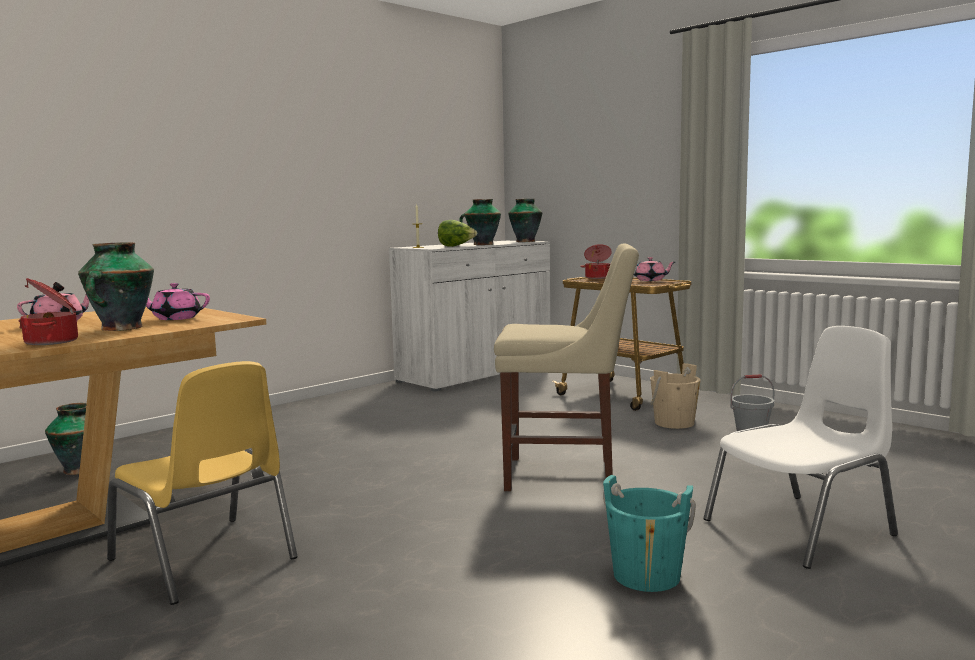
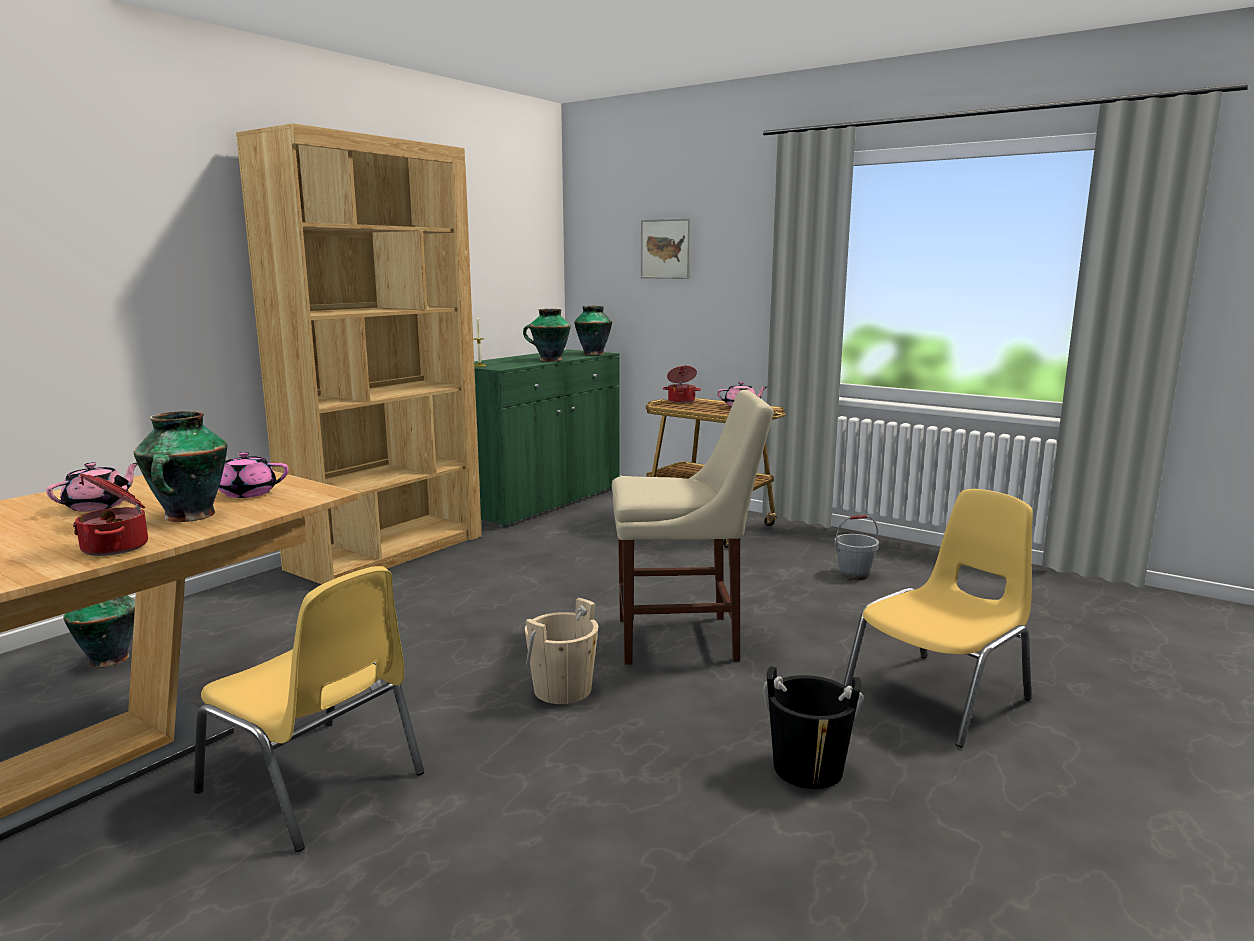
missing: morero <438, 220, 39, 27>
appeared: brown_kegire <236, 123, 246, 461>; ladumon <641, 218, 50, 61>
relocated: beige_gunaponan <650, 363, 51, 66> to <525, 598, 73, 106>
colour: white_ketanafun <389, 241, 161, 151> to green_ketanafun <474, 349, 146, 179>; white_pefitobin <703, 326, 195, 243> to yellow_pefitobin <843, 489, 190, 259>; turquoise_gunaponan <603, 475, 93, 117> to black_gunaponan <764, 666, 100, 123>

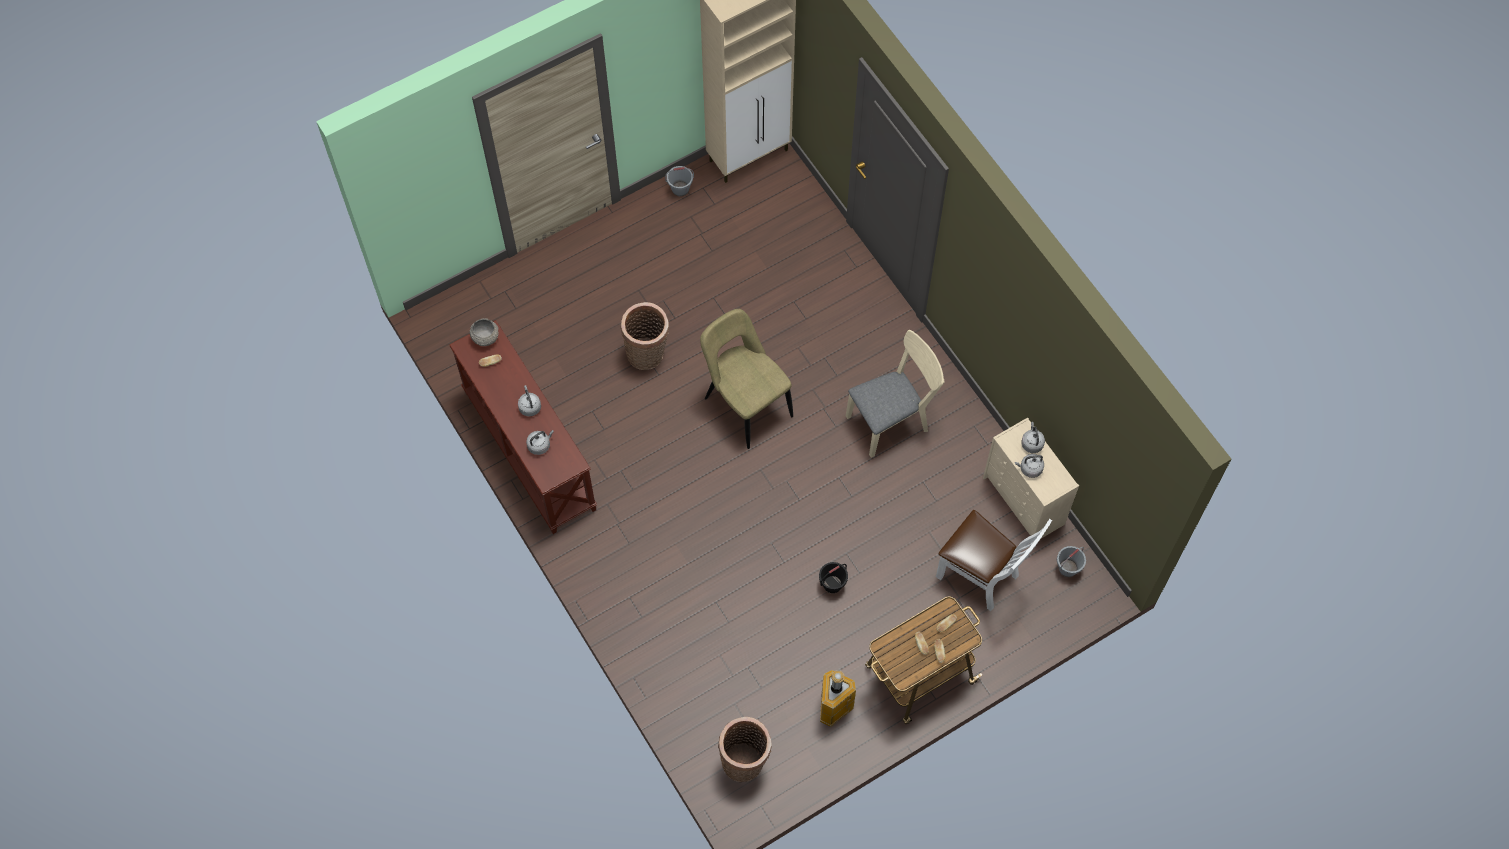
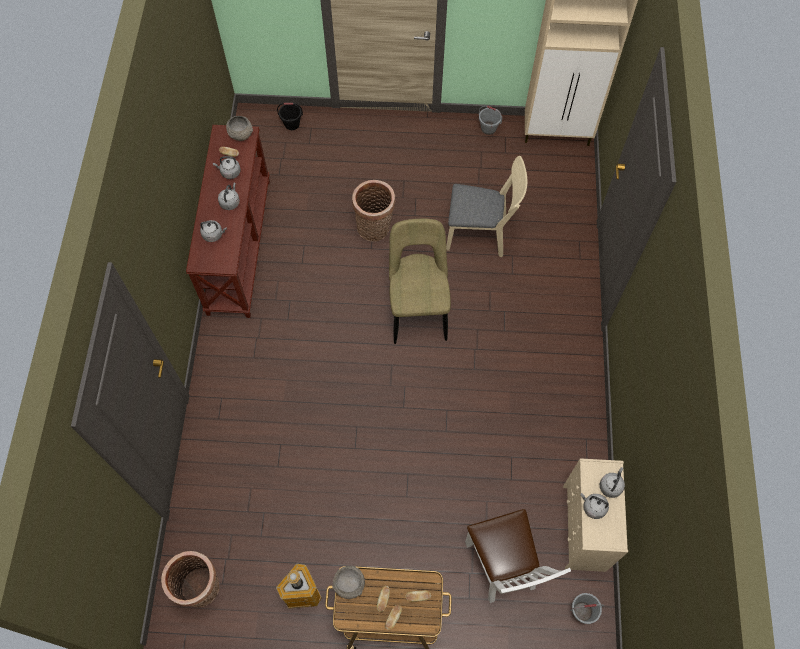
appeared: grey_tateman <213, 156, 28, 23>; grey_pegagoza <332, 566, 33, 33>
relocated: beige_pefitobin <846, 330, 99, 128> to <446, 156, 81, 101>; black_gunaponan <819, 562, 29, 31> to <277, 103, 26, 27>

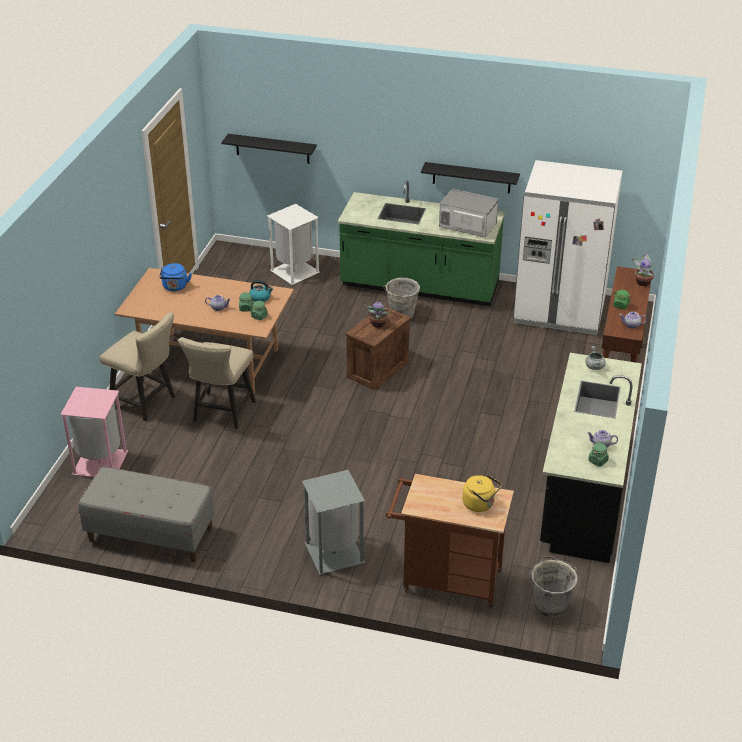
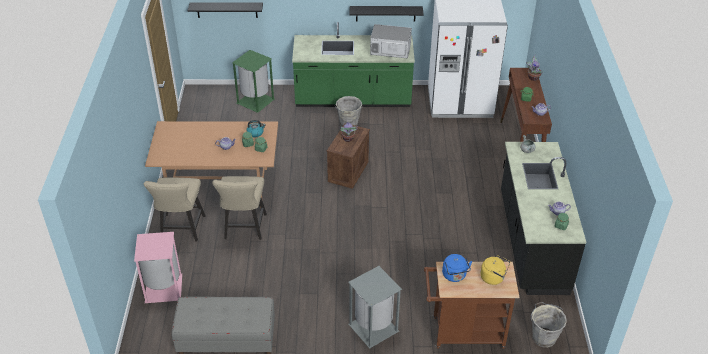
relocated: blue_tateman <159, 263, 33, 28> to <442, 254, 30, 28>
colour: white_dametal <267, 204, 53, 81> to green_dametal <232, 50, 43, 63>
spun: beige_pefitobin <100, 312, 75, 109> = <144, 178, 62, 64> 75 degrees clockwise

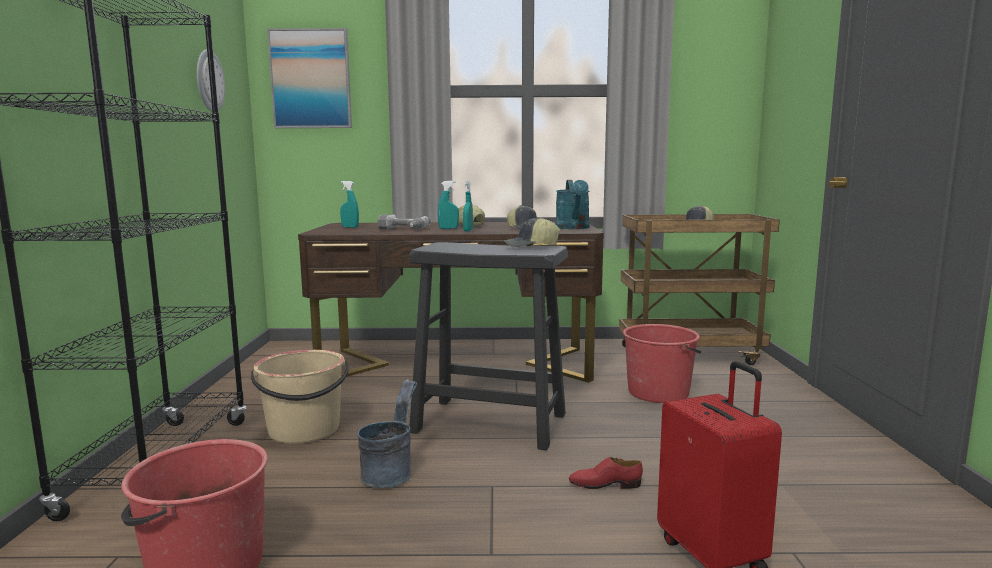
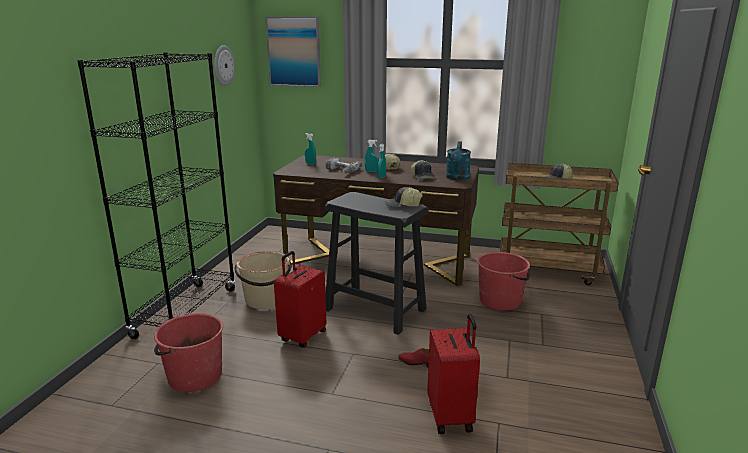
exchanged: grey_gunaponan <358, 379, 59, 109> to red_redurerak <274, 251, 52, 97>

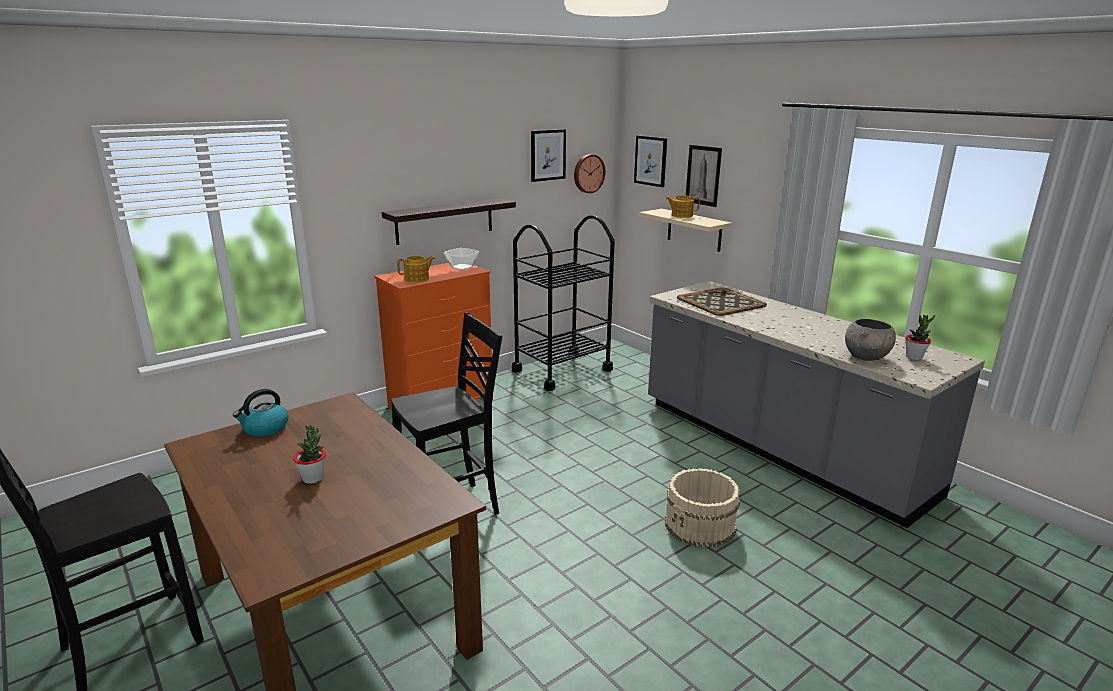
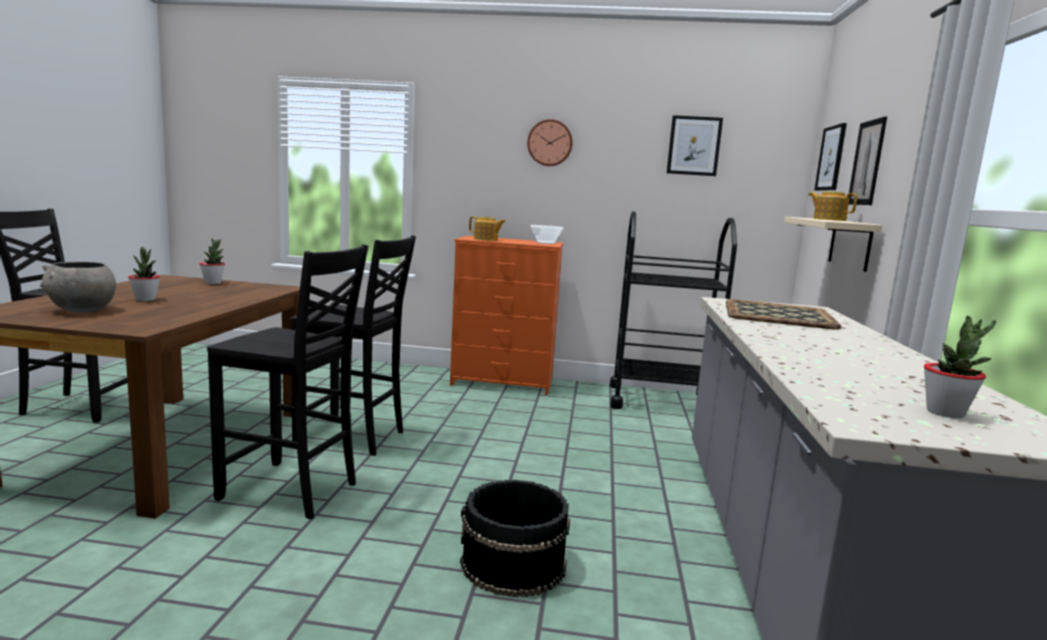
missing: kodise <382, 198, 134, 47>
appeared: black_pefitobin <207, 244, 161, 276>
relocated: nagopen <574, 154, 32, 39> to <527, 119, 46, 47>; grey_pegagoza <845, 319, 51, 42> to <40, 262, 76, 51>
exchanged: tateman <233, 389, 55, 48> to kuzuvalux <199, 238, 26, 46>
colour: beige_gunaponan <665, 468, 75, 79> to black_gunaponan <460, 480, 110, 118>

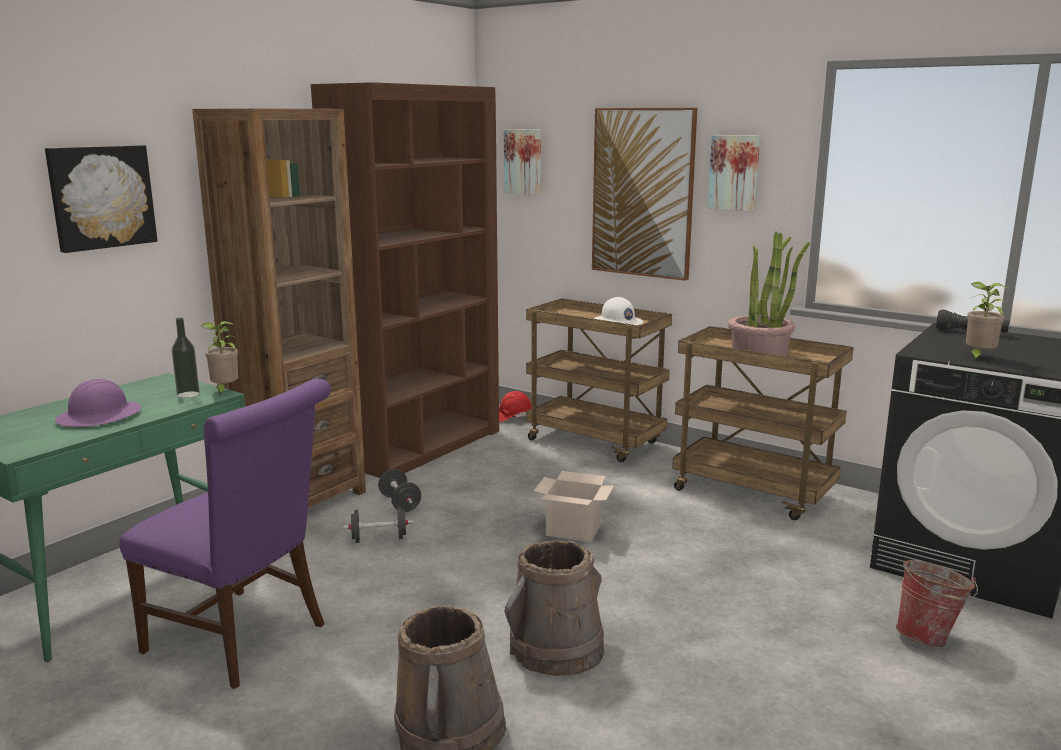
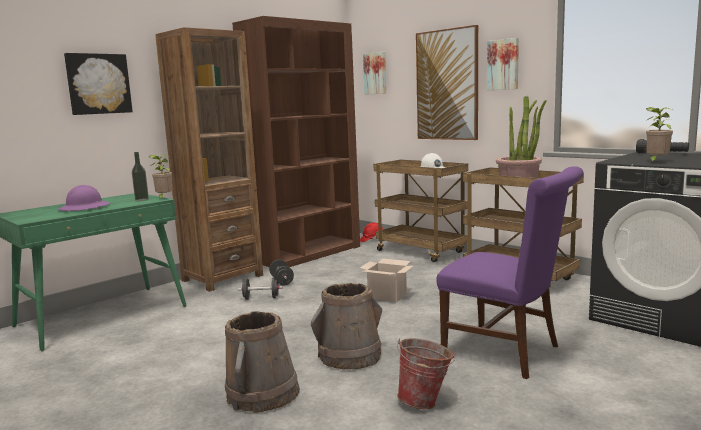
relocated: purple_pefitobin <119, 379, 212, 310> to <436, 166, 147, 213>; gunaponan <896, 560, 82, 87> to <397, 338, 59, 71>

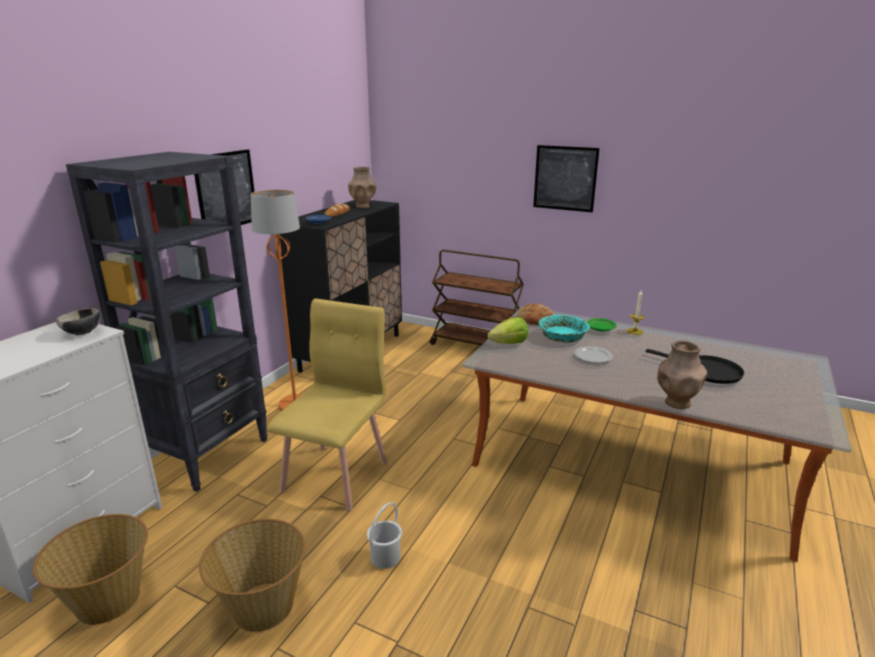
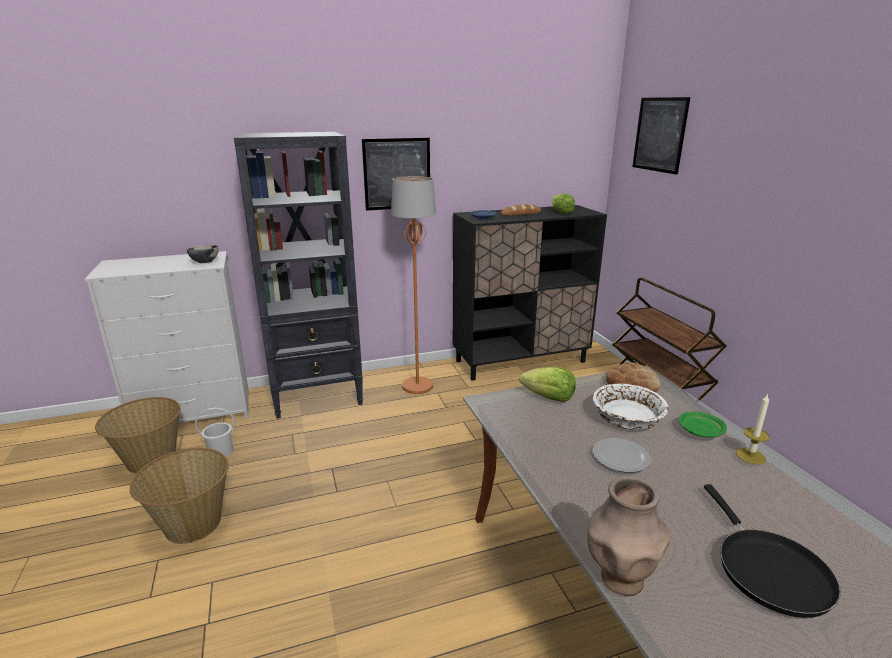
missing: yellow_pefitobin <267, 299, 120, 212>
relocated: ladumon <533, 145, 67, 68> to <632, 97, 58, 78>; white_gunaponan <367, 502, 35, 67> to <195, 408, 40, 49>
exchanged: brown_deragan <348, 167, 28, 42> to morero <551, 193, 24, 21>
colour: turquoise_pegagoza <539, 315, 51, 28> to white_pegagoza <593, 384, 76, 46>

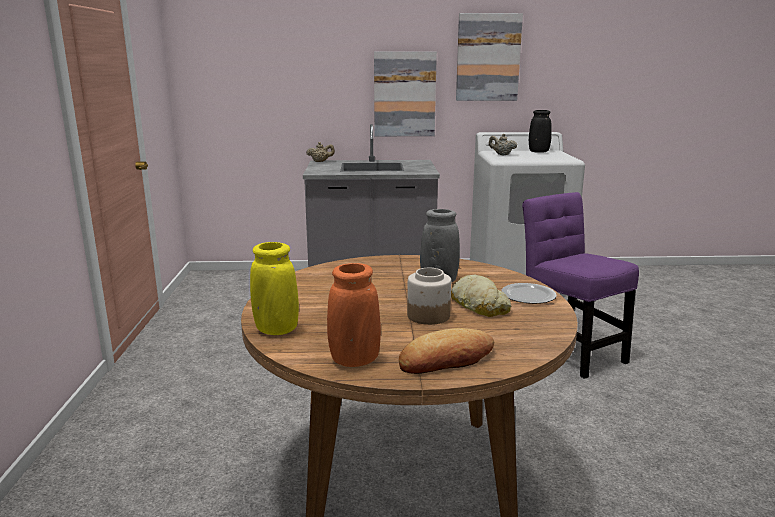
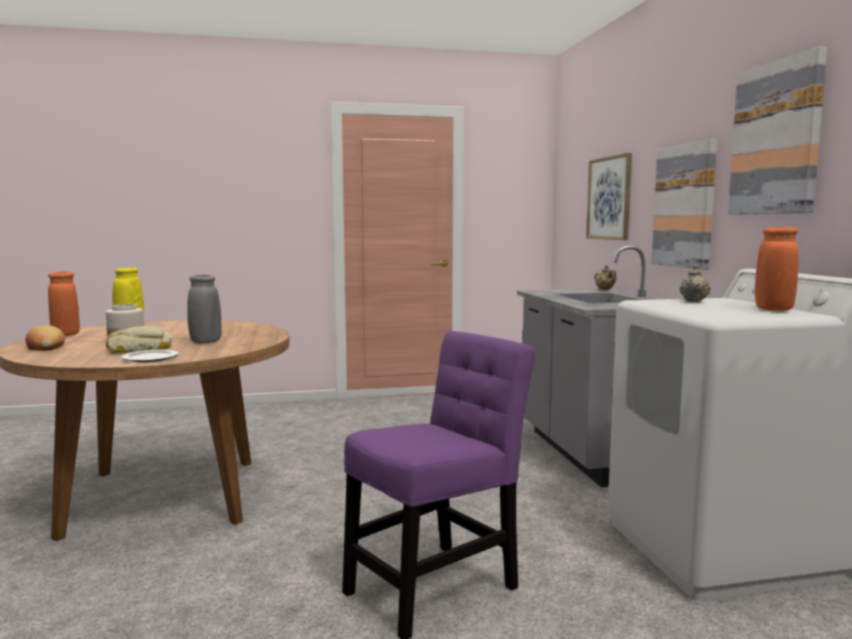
appeared: ladumon <586, 153, 46, 87>
colour: black_deragan <529, 110, 23, 43> to orange_deragan <755, 227, 43, 84>

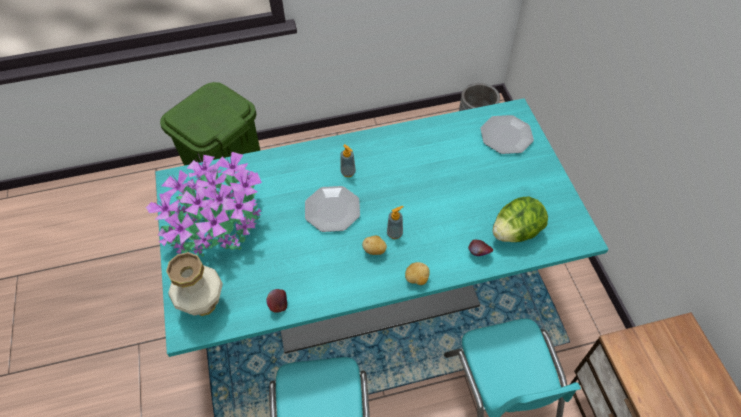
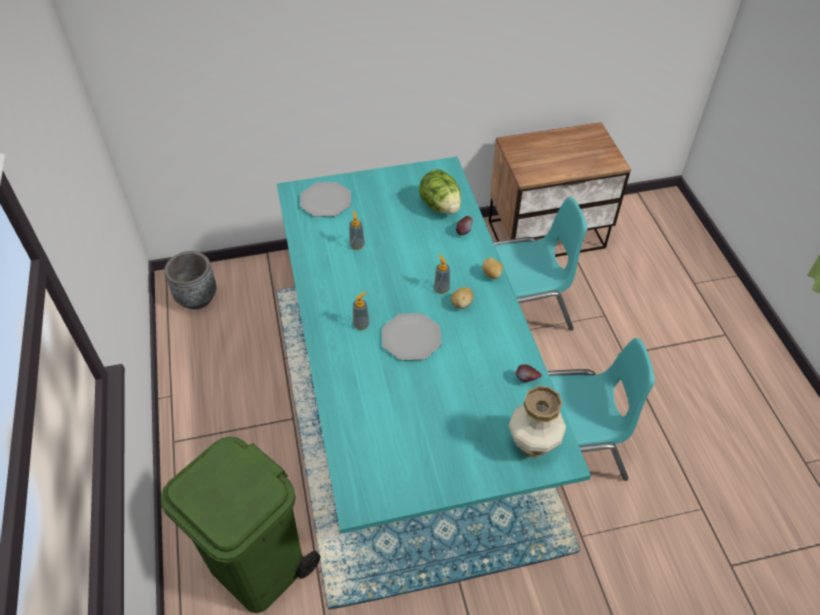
missing: kuzuvalux <146, 152, 116, 105>
appeared: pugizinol <349, 211, 16, 39>

